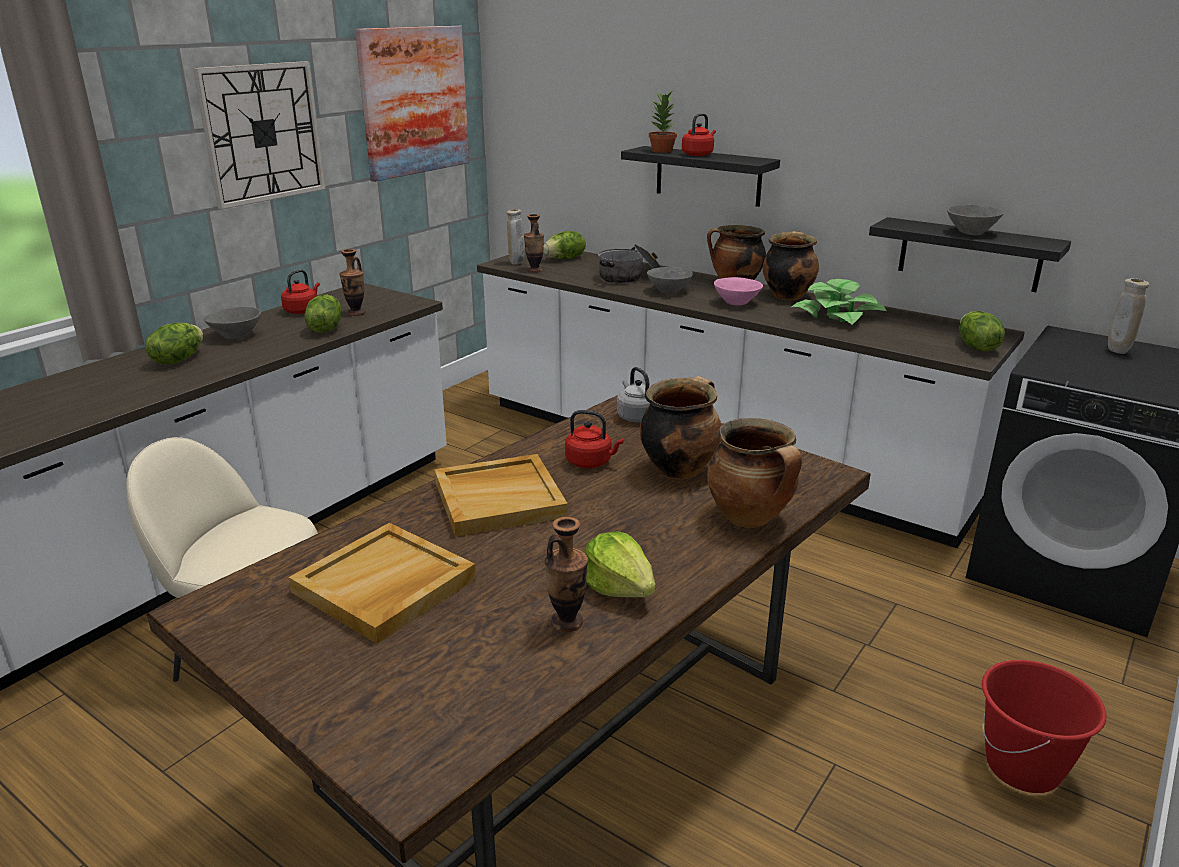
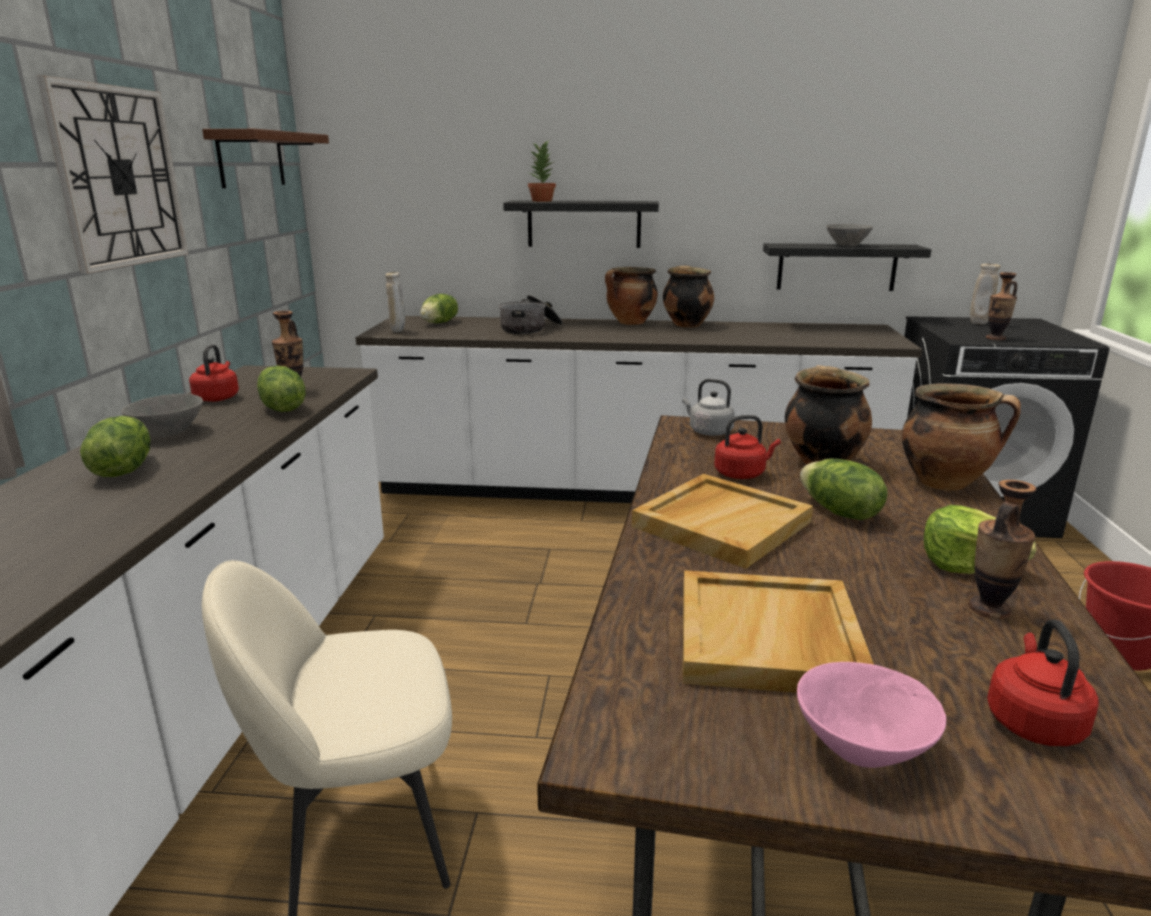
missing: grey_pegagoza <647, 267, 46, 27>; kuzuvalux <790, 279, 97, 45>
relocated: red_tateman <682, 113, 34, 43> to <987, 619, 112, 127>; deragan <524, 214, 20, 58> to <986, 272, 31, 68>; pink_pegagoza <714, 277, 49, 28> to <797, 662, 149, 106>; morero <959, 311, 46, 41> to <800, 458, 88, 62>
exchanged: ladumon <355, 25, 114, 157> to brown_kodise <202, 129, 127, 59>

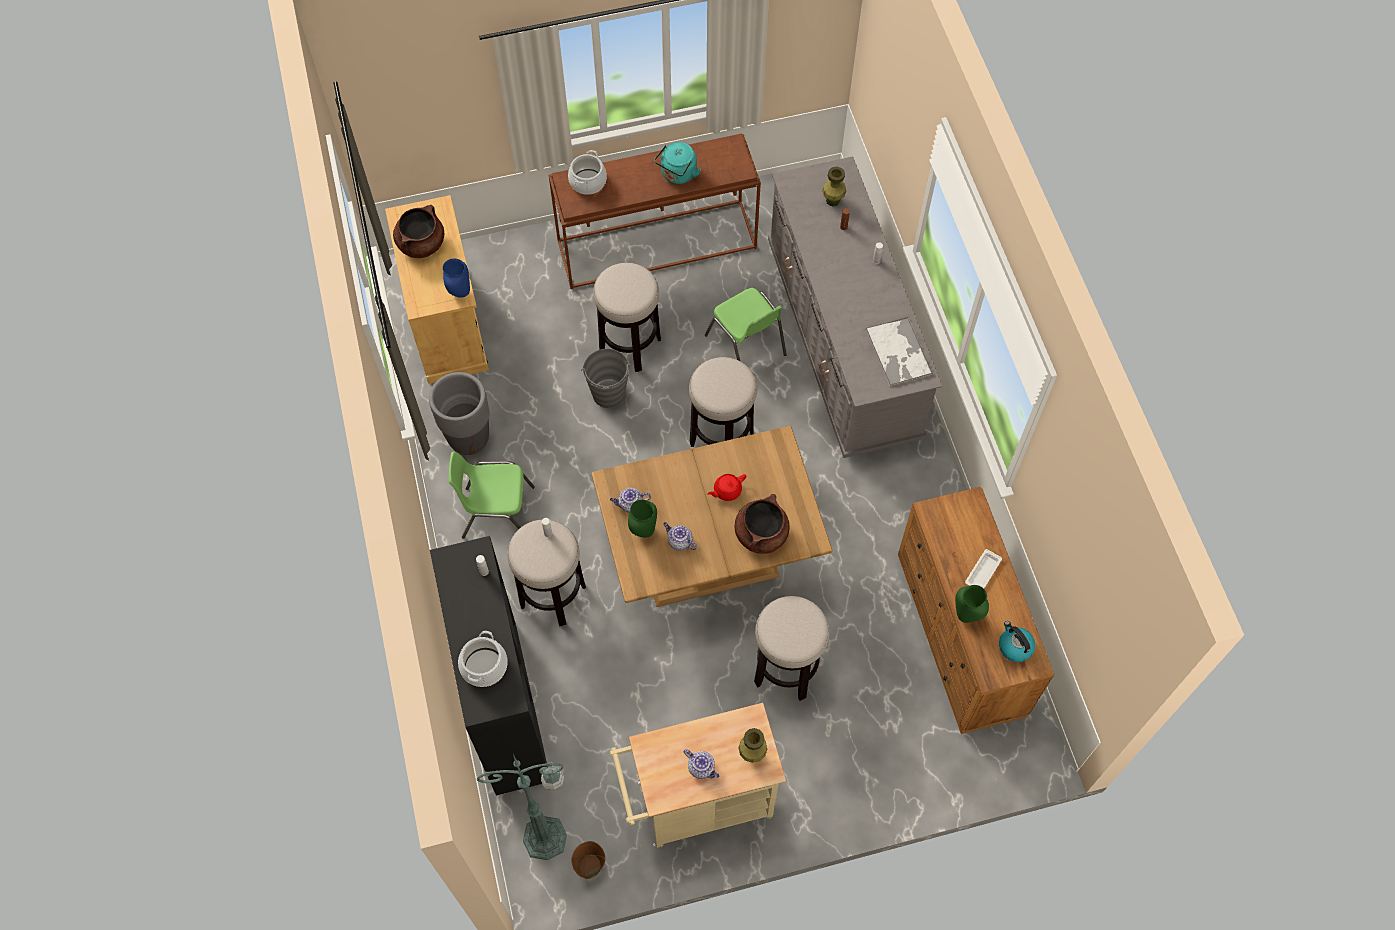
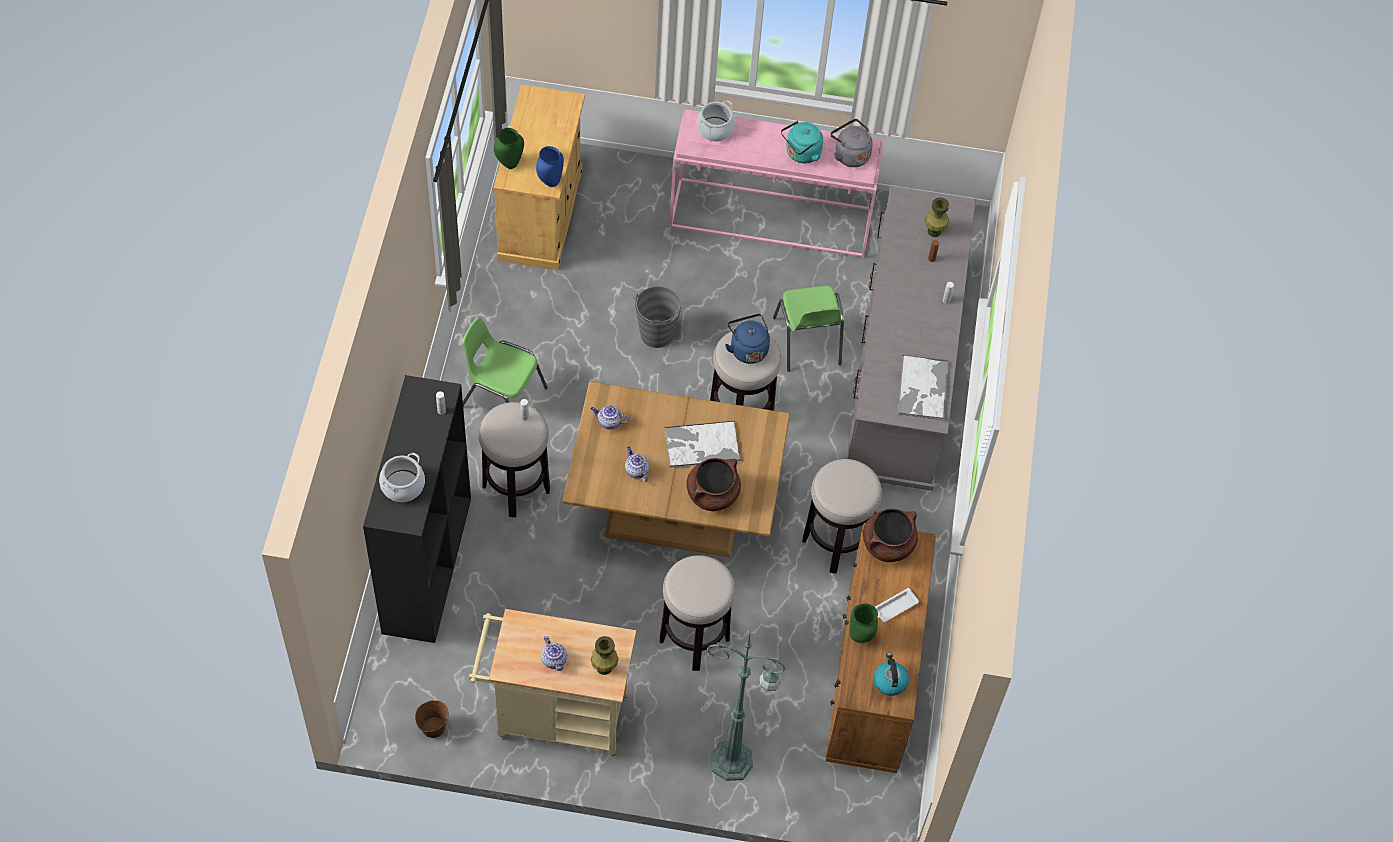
missing: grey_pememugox <429, 372, 60, 83>
appeared: grey_tateman <831, 119, 42, 48>; blue_tateman <725, 314, 45, 50>
relocated: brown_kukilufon <393, 205, 51, 53> to <863, 509, 55, 53>; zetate <593, 263, 68, 109> to <802, 459, 80, 115>; green_deragan <628, 500, 29, 38> to <494, 128, 30, 41>; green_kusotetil <477, 754, 90, 106> to <707, 634, 79, 147>
exchanged: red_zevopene <707, 474, 39, 27> to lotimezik <664, 421, 77, 47>
colour: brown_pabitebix <549, 134, 212, 155> to pink_pabitebix <669, 110, 215, 148>

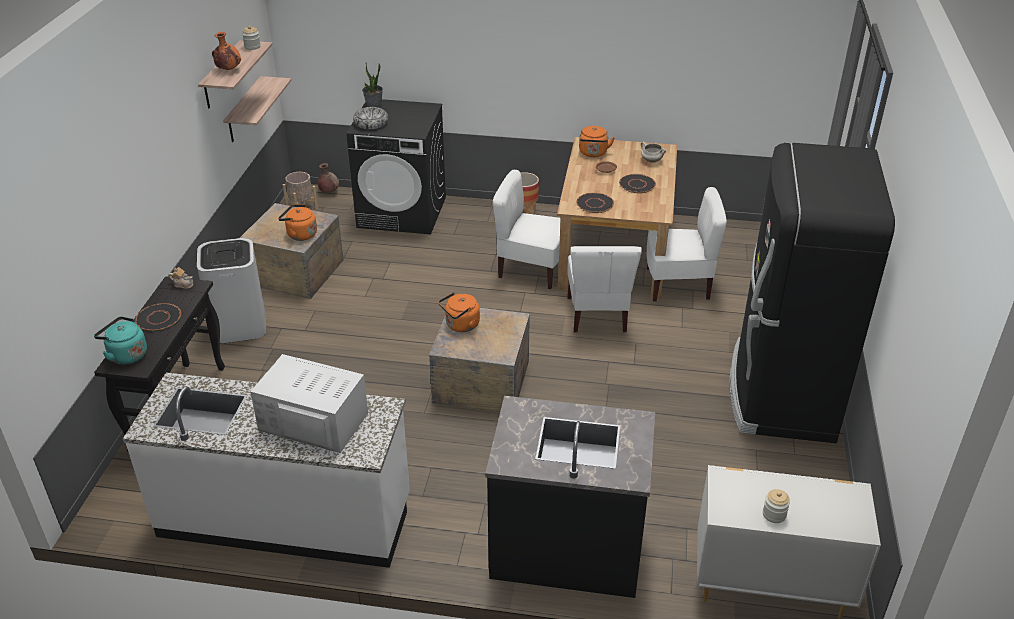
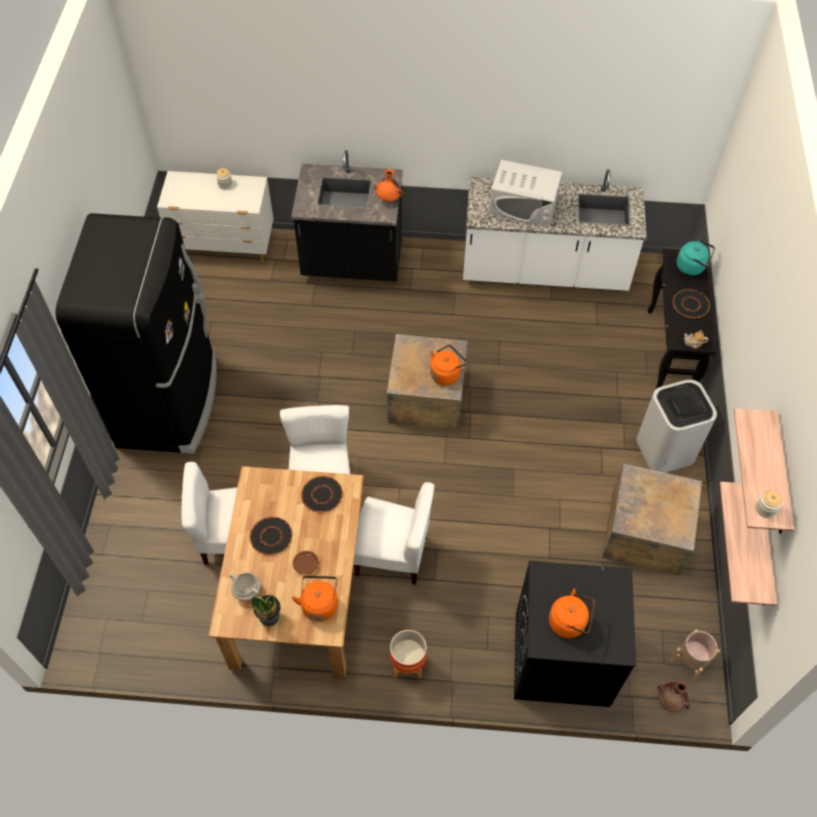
missing: pegagoza <353, 107, 35, 22>
relocated: orange_deragan <212, 32, 29, 38> to <374, 169, 29, 33>; kuzuvalux <362, 63, 21, 45> to <251, 595, 30, 31>; orange_tateman <278, 204, 39, 37> to <549, 588, 46, 50>

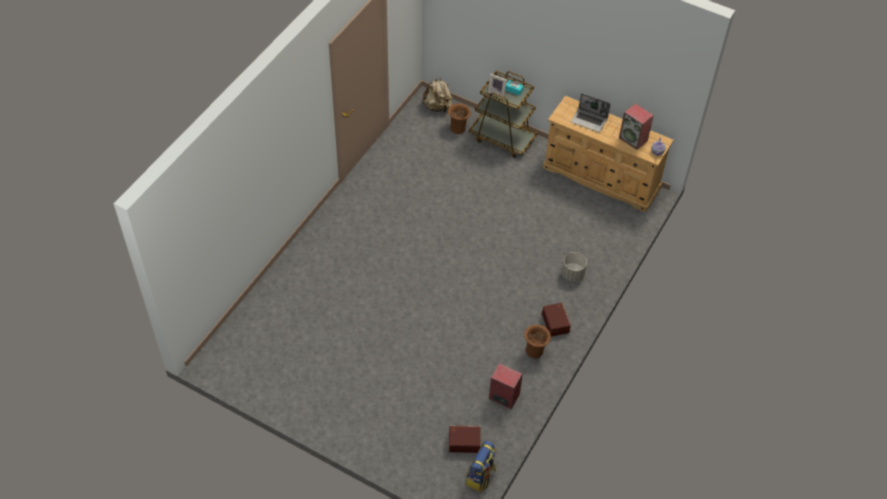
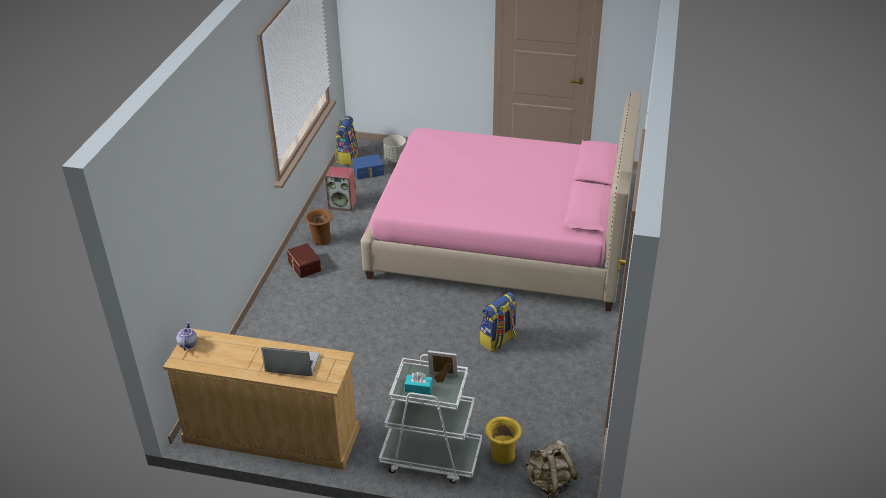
missing: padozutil <619, 103, 35, 47>
appeared: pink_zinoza <361, 91, 281, 220>; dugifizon <480, 292, 37, 60>
relocated: grey_pememugox <562, 252, 25, 30> to <383, 135, 23, 28>
colour: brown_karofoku <469, 71, 69, 87> to white_karofoku <379, 354, 103, 129>; brown_deragan <448, 104, 23, 30> to yellow_deragan <485, 416, 36, 48>; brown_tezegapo <449, 426, 32, 27> to blue_tezegapo <352, 154, 32, 26>

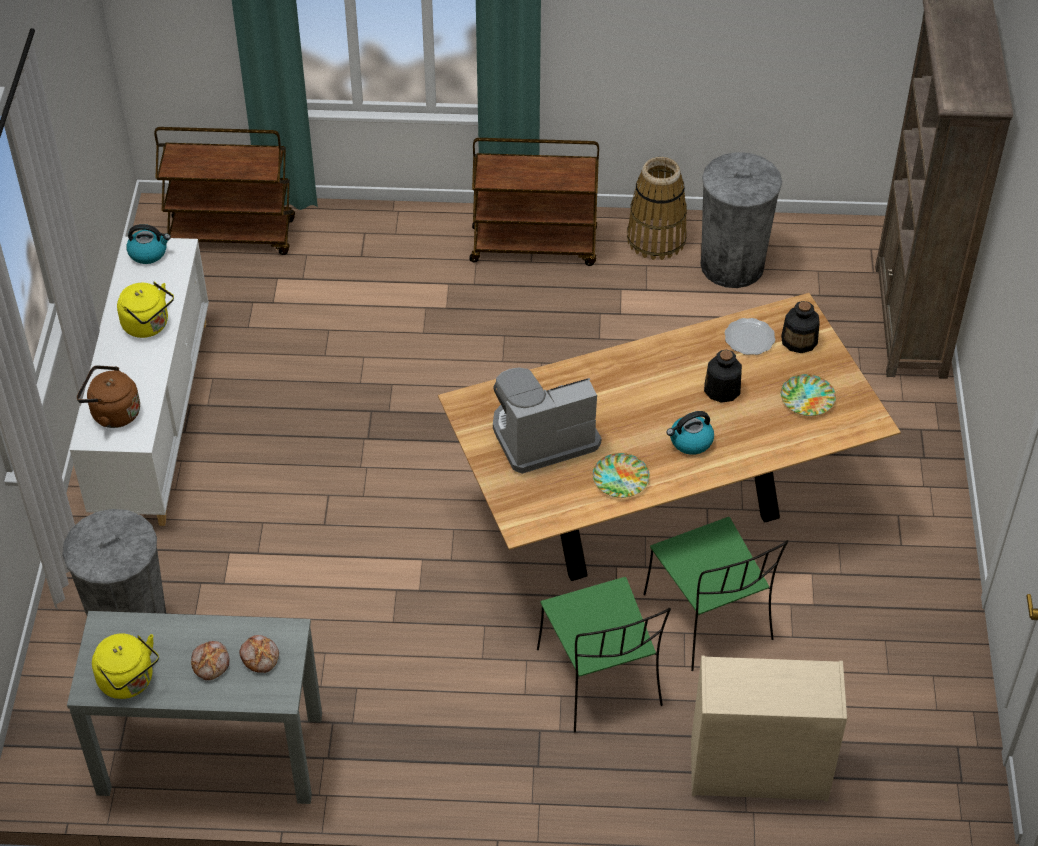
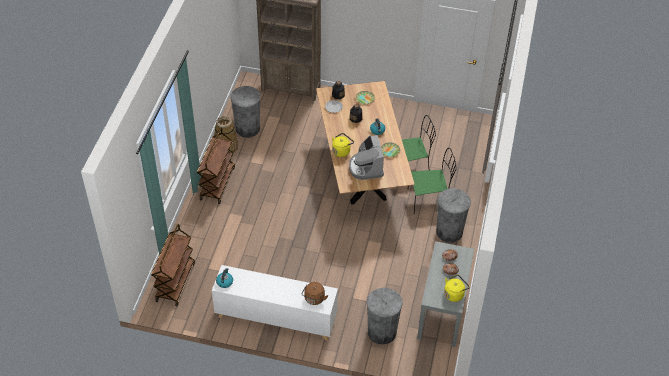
missing: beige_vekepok <691, 656, 156, 146>
appeared: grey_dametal <436, 188, 35, 55>
relocated: yellow_tateman <117, 282, 57, 56> to <332, 133, 22, 24>

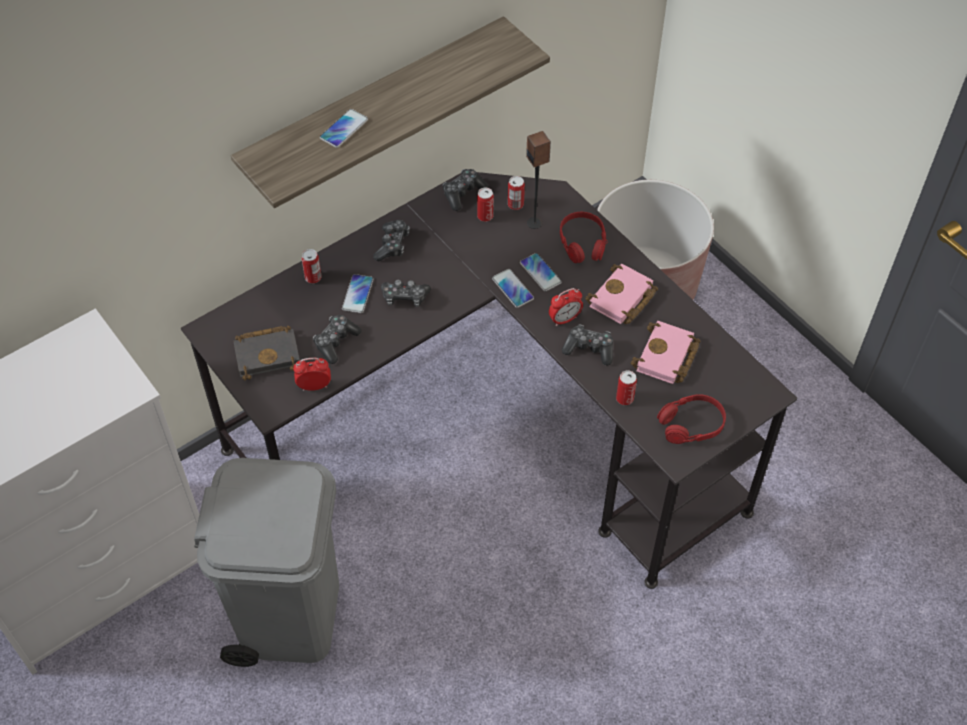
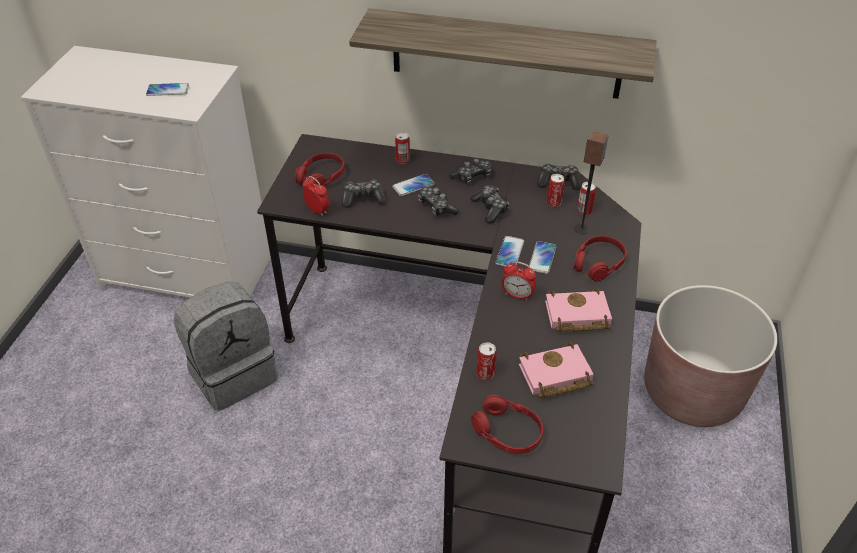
relocated: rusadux <320, 109, 48, 39> to <146, 83, 43, 13>; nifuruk <562, 325, 51, 40> to <470, 185, 39, 38>
exchanged: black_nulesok <233, 326, 67, 54> to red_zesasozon <295, 153, 50, 33>; grey_dametal <194, 458, 145, 209> to grey_dugifizon <174, 282, 104, 129>

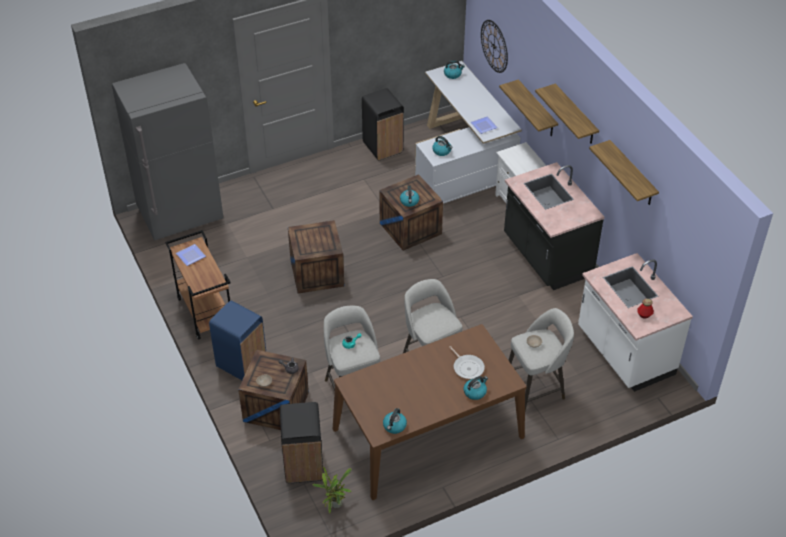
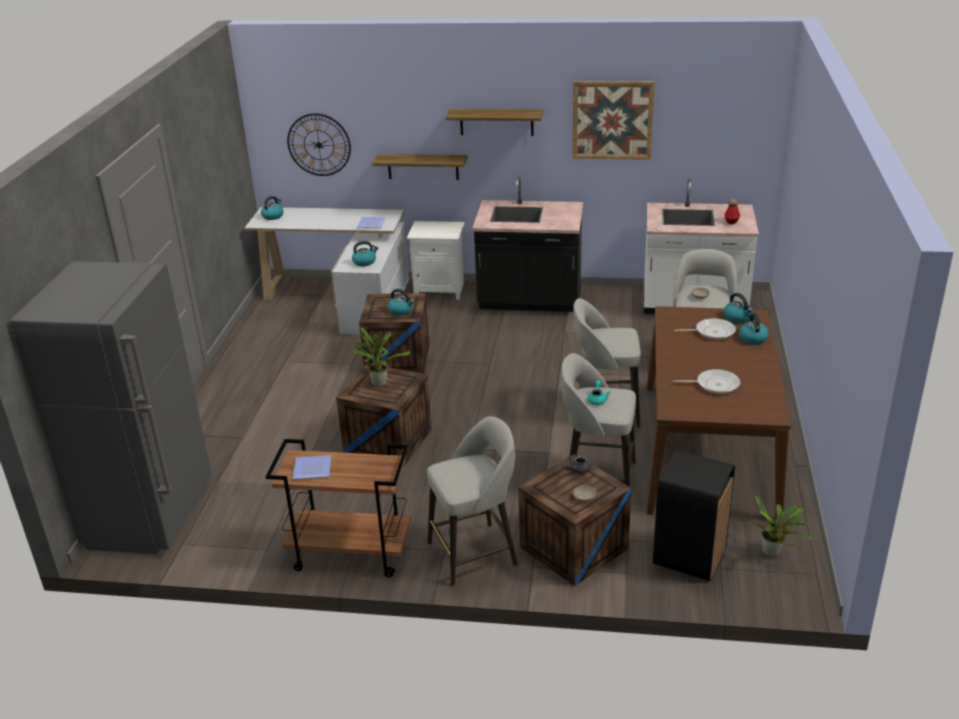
missing: black_dametal <362, 88, 42, 72>
appeared: kuzuvalux <351, 327, 59, 60>; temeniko <673, 369, 67, 25>
relocated: tateman <383, 408, 24, 26> to <723, 293, 30, 30>
exchanged: kodise <589, 140, 70, 65> to ladumon <572, 81, 83, 79>; blue_dametal <209, 300, 57, 80> to grey_zetate <427, 416, 90, 170>

